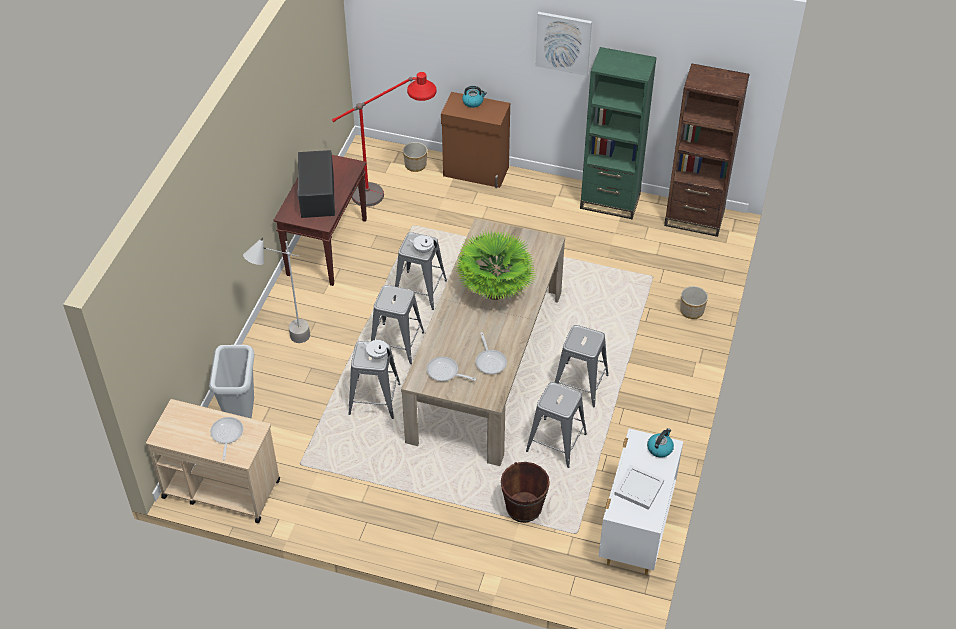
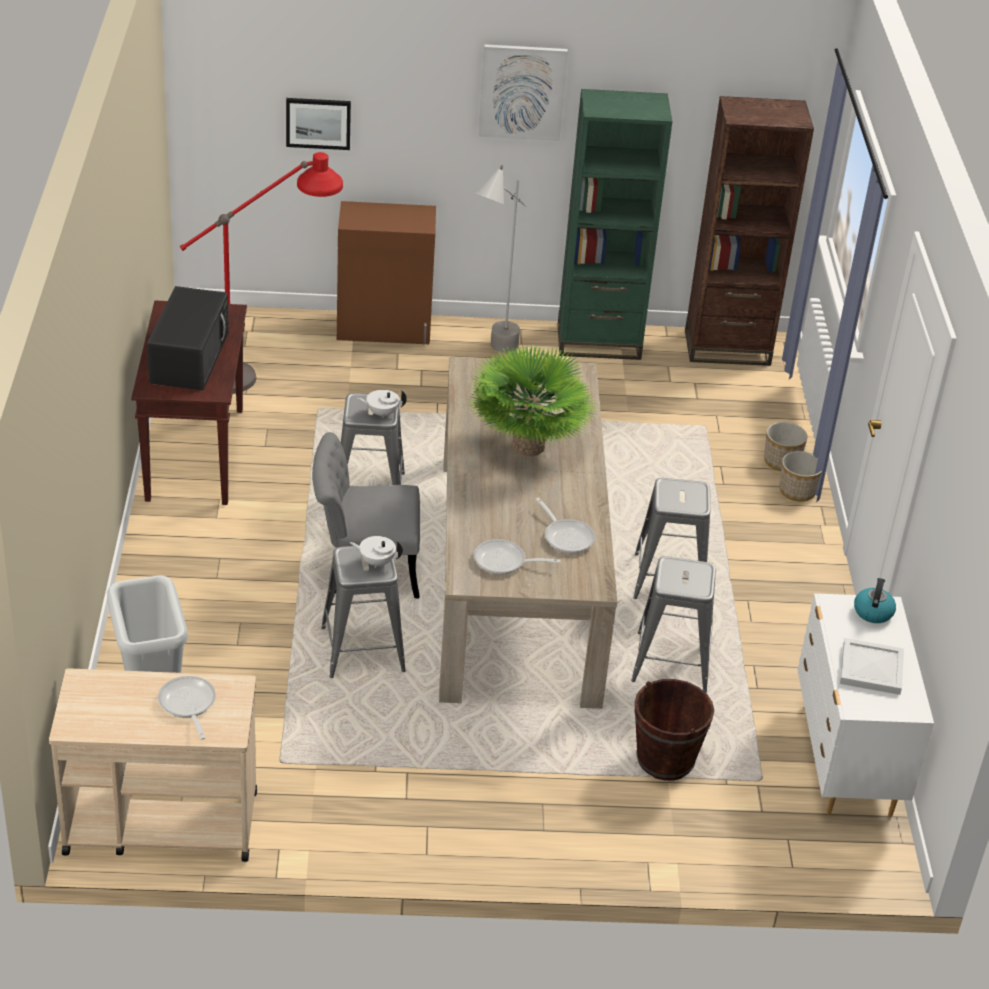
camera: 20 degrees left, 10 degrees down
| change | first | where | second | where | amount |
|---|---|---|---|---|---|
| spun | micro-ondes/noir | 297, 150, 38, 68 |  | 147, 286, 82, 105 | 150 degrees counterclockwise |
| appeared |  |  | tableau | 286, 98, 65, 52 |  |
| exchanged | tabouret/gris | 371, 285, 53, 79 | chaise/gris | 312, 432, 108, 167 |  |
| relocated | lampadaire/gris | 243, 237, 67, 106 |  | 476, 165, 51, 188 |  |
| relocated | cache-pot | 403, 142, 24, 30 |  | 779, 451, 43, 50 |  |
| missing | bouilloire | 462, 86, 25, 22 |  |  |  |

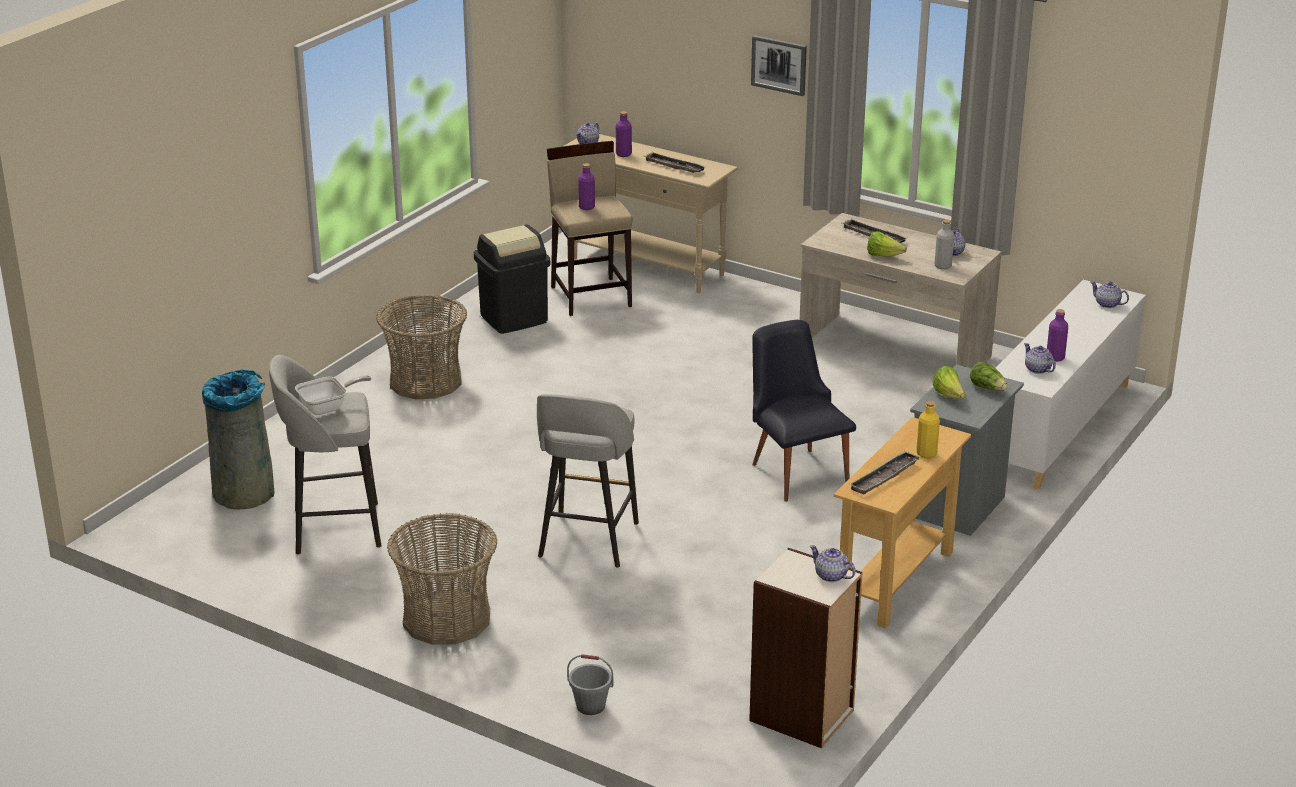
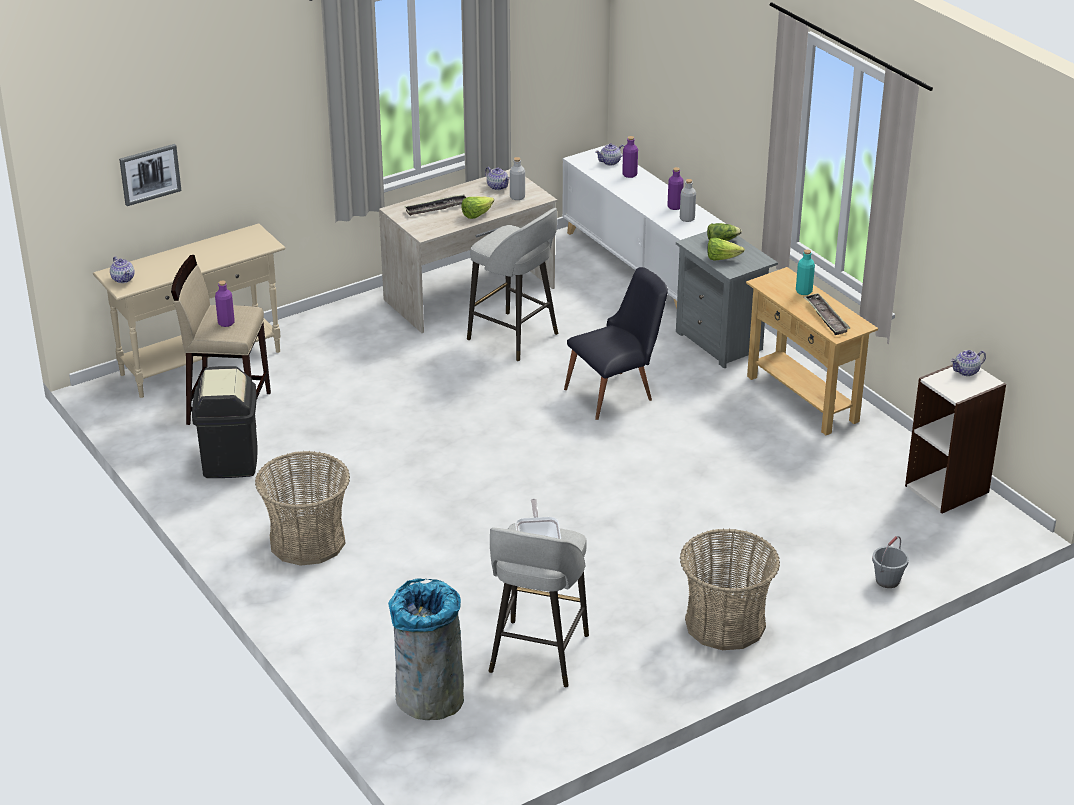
camera: 65 degrees left, 5 degrees up
| change | first | where | second | where | amount |
|---|---|---|---|---|---|
| relocated | tableau | 751, 35, 56, 61 |  | 119, 144, 62, 62 |  |
| relocated | tabouret/gris | 537, 394, 102, 174 |  | 467, 208, 91, 153 |  |
| spun | chaise/noir | 752, 320, 104, 182 |  | 564, 267, 104, 153 | 150 degrees clockwise |
| relocated | bouteille/violet | 616, 111, 16, 46 |  | 622, 136, 16, 42 |  |
| exchanged | théière | 1024, 343, 32, 31 | bouteille/gris | 680, 179, 16, 43 |  |
| colour | bouteille/jaune | 916, 401, 24, 57 | bouteille/turquoise | 796, 249, 19, 46 |  |
| missing | plateau | 645, 152, 61, 21 |  |  |  |

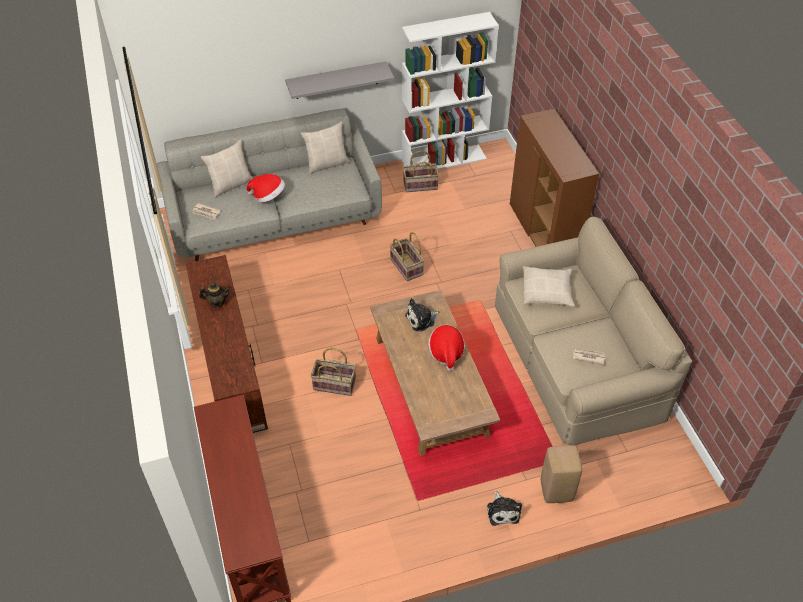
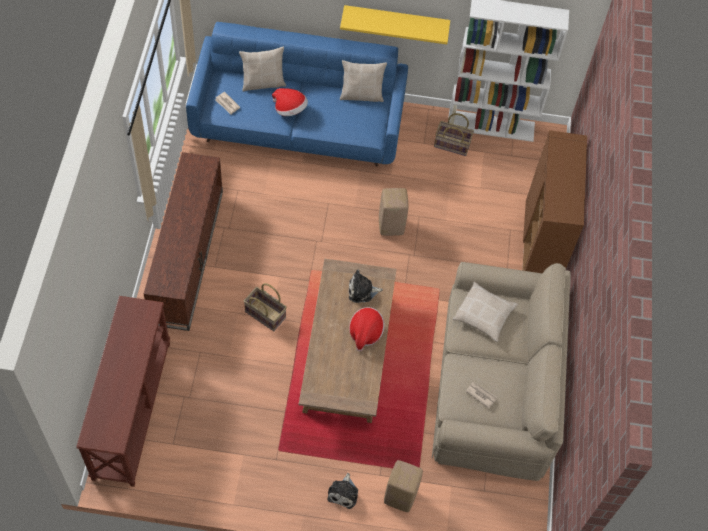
camera: 20 degrees right, 10 degrees up
| change | first | where | second | where | amount |
|---|---|---|---|---|---|
| colour | canapé/gris | 157, 108, 225, 153 | canapé/bleu | 186, 22, 222, 145 |  |
| colour | étagère/gris | 285, 61, 109, 38 | étagère/jaune | 340, 5, 110, 39 |  |
| exchanged | panier | 390, 232, 34, 49 | tabouret/beige | 379, 188, 29, 48 |  |
| missing | théière | 199, 282, 31, 26 |  |  |  |

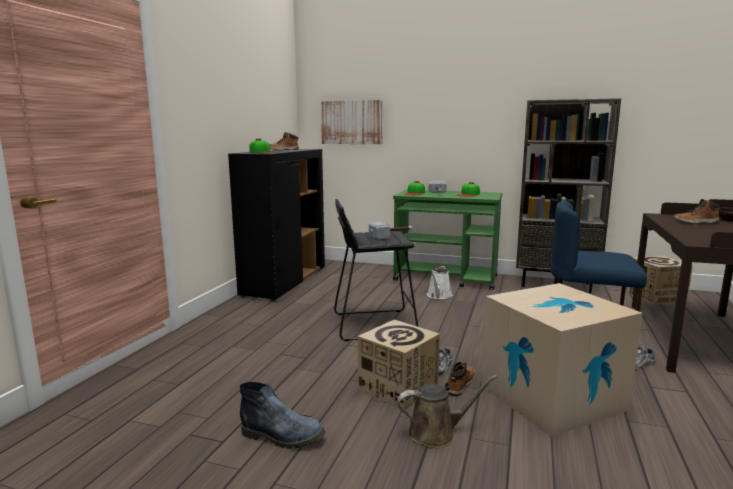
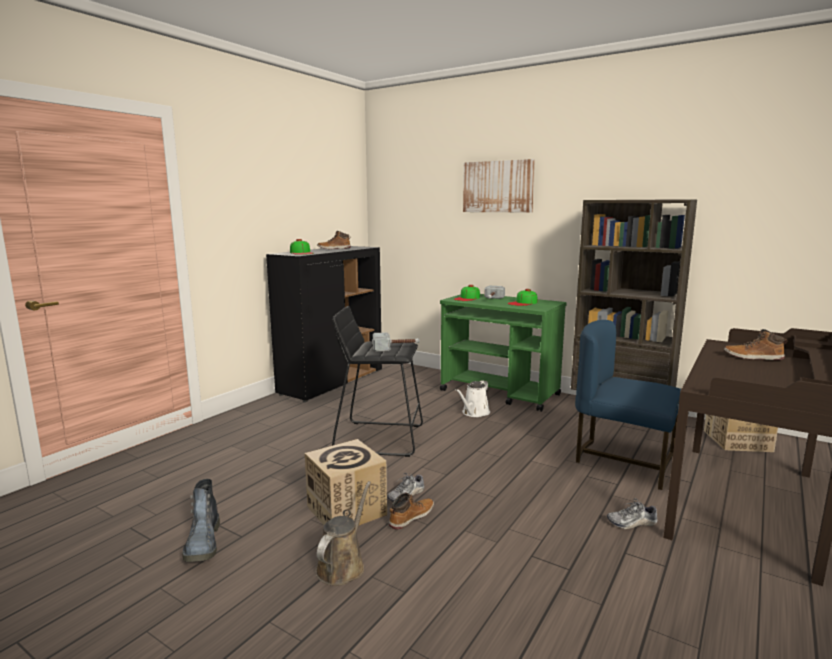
camera: 15 degrees right, 0 degrees up
| change | first | where | second | where | amount |
|---|---|---|---|---|---|
| spun | botte | 240, 382, 85, 67 |  | 182, 479, 38, 83 | 45 degrees clockwise |
| spun | arrosoir/marron | 397, 375, 100, 73 |  | 315, 481, 56, 105 | 75 degrees counterclockwise |
| relocated | tableau | 321, 100, 61, 44 |  | 463, 159, 72, 54 |  |
| missing | carton | 481, 283, 161, 154 |  |  |  |

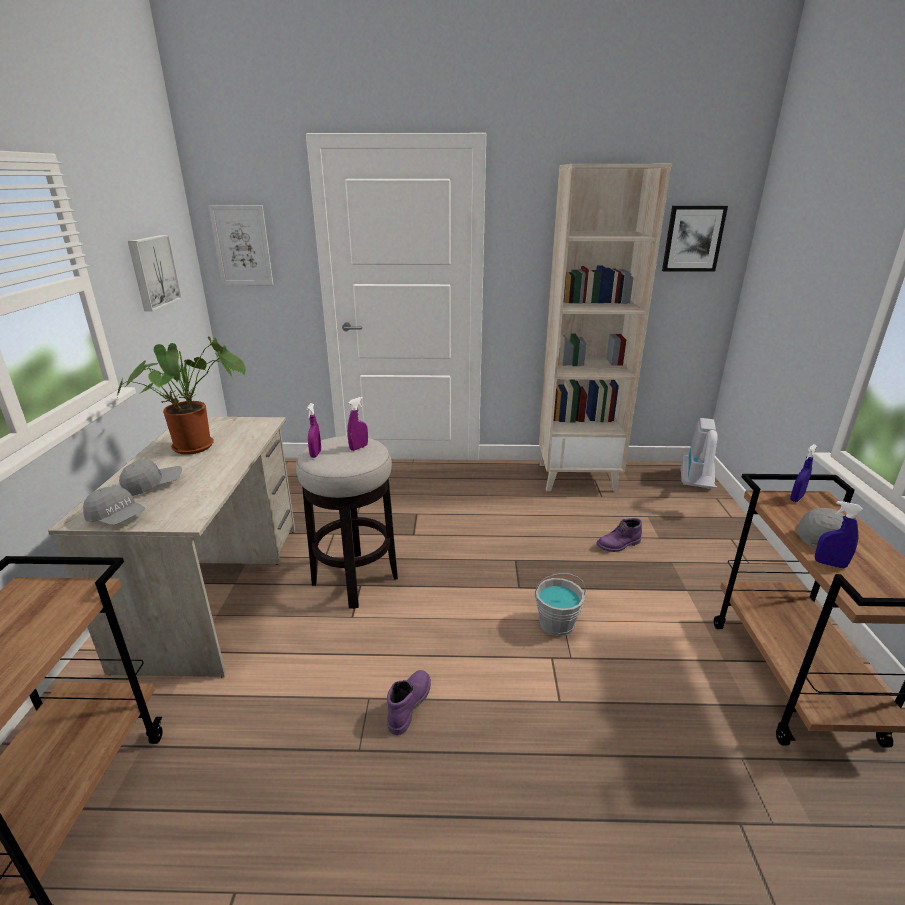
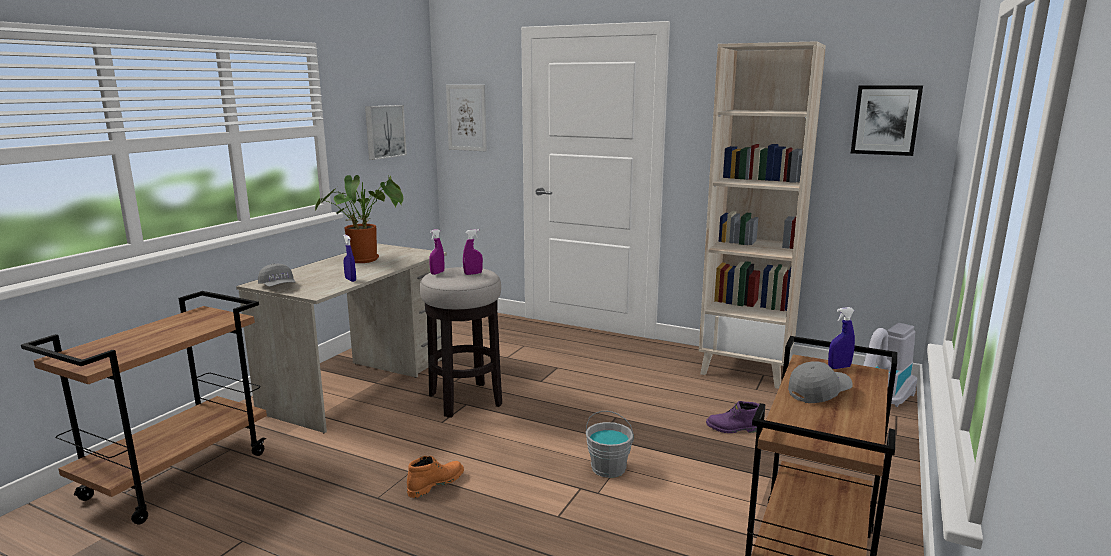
camera: 25 degrees right, 10 degrees down
| change | first | where | second | where | amount |
|---|---|---|---|---|---|
| relocated | vaporisateur/bleu | 815, 501, 48, 68 |  | 343, 234, 13, 48 |  |
| colour | botte/violet | 387, 670, 44, 65 | botte/orange | 407, 456, 57, 42 |  |
| missing | casquette/gris | 119, 459, 63, 37 |  |  |  |

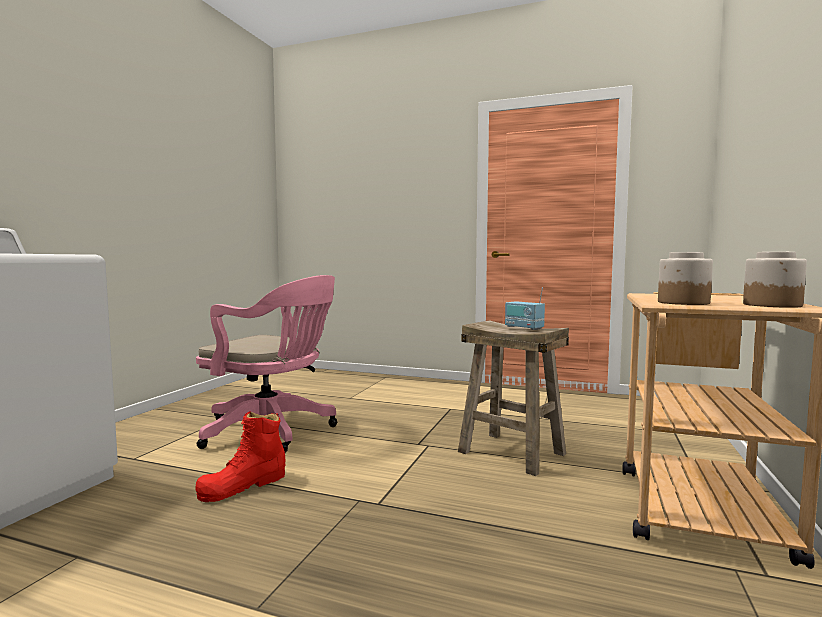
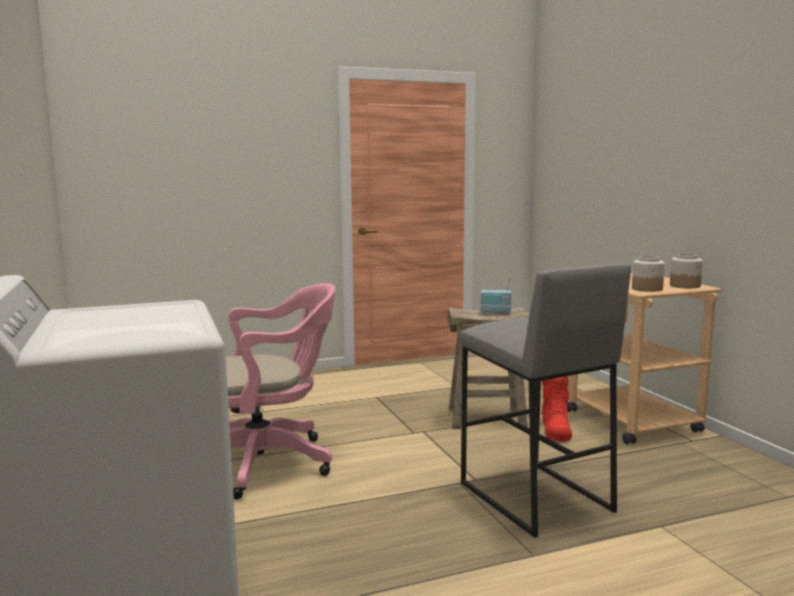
camera: 40 degrees left, 5 degrees up
| change | first | where | second | where | amount |
|---|---|---|---|---|---|
| appeared |  |  | tabouret/gris | 459, 263, 172, 275 |  |
| relocated | botte/rouge | 196, 411, 90, 91 |  | 542, 376, 30, 66 |  |

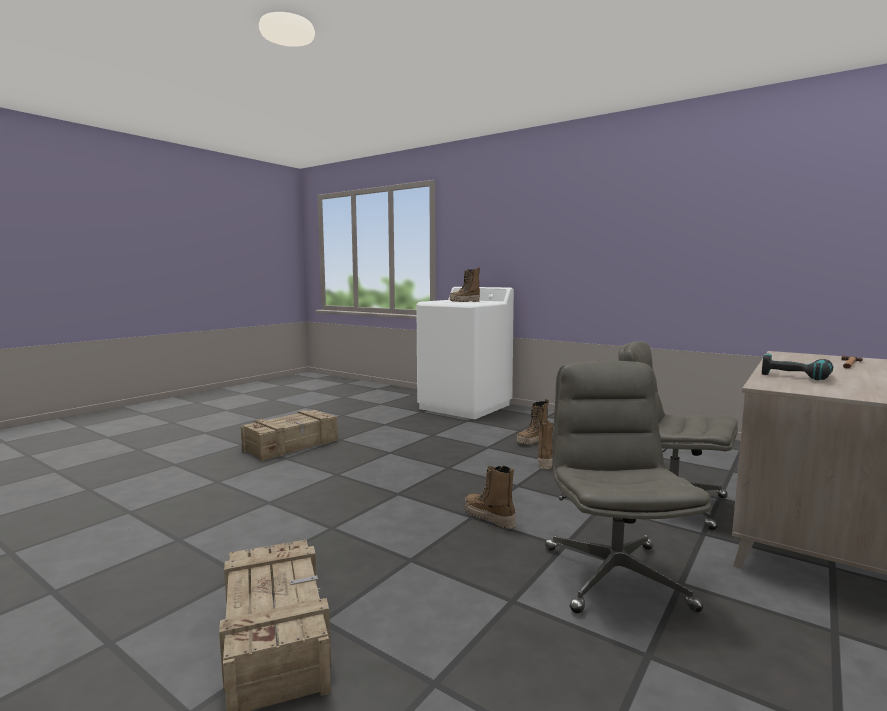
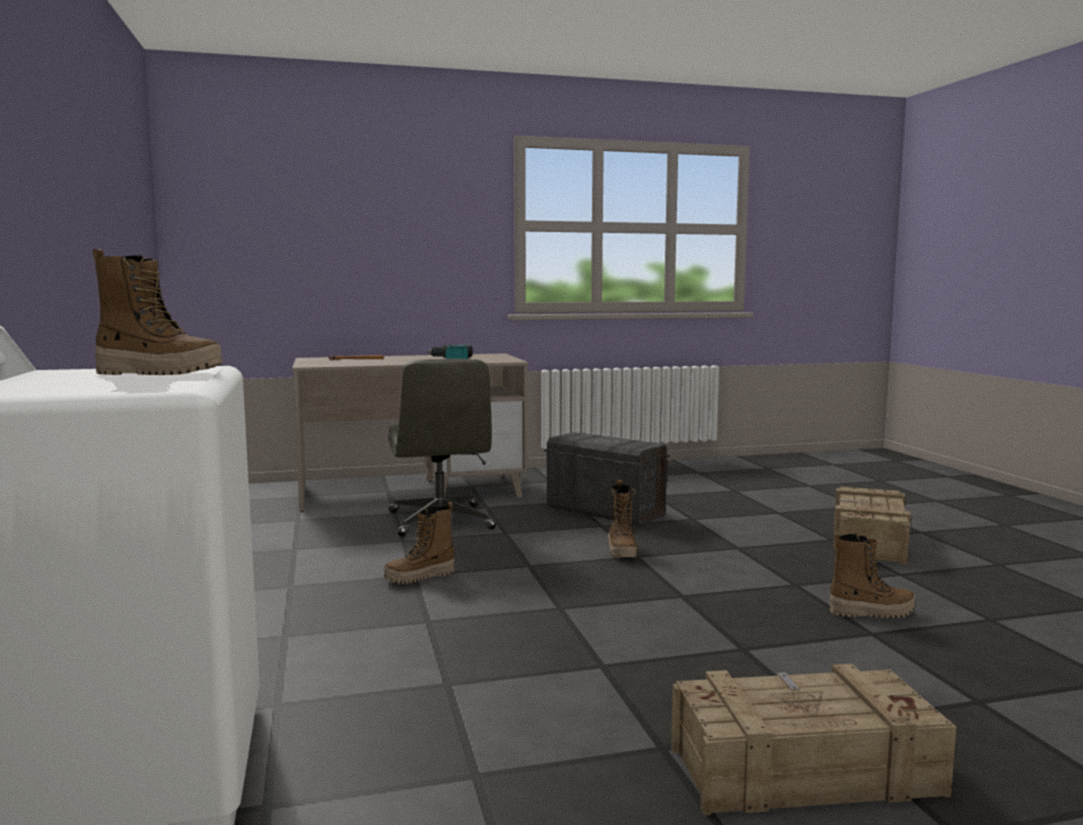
camera: 140 degrees left, 0 degrees up
| change | first | where | second | where | amount |
|---|---|---|---|---|---|
| exchanged | chaise de bureau/gris | 545, 361, 167, 252 | boîte de rangement/gris | 544, 432, 126, 94 |  |
| relocated | botte | 517, 399, 32, 46 |  | 830, 533, 85, 85 |  |

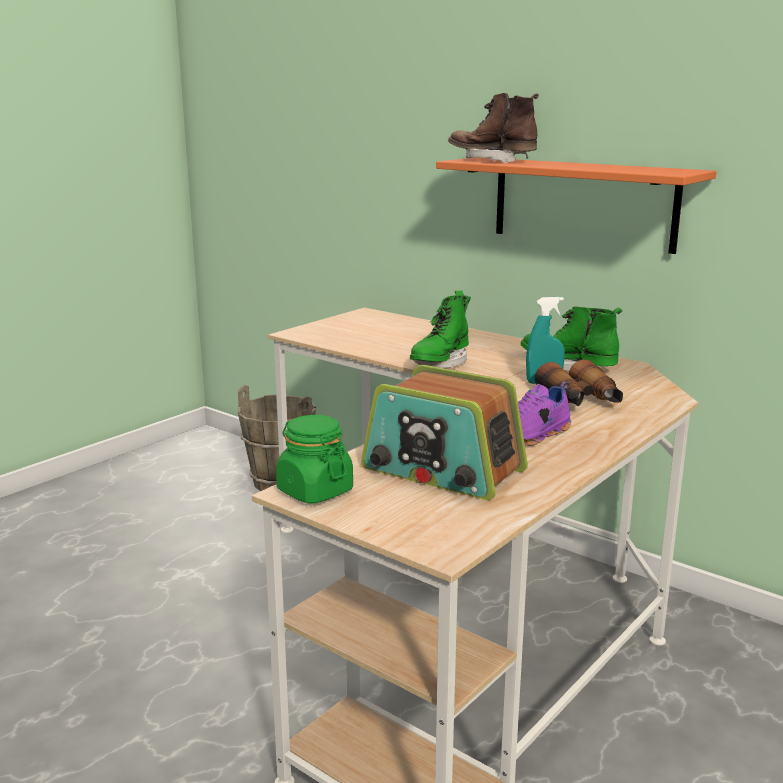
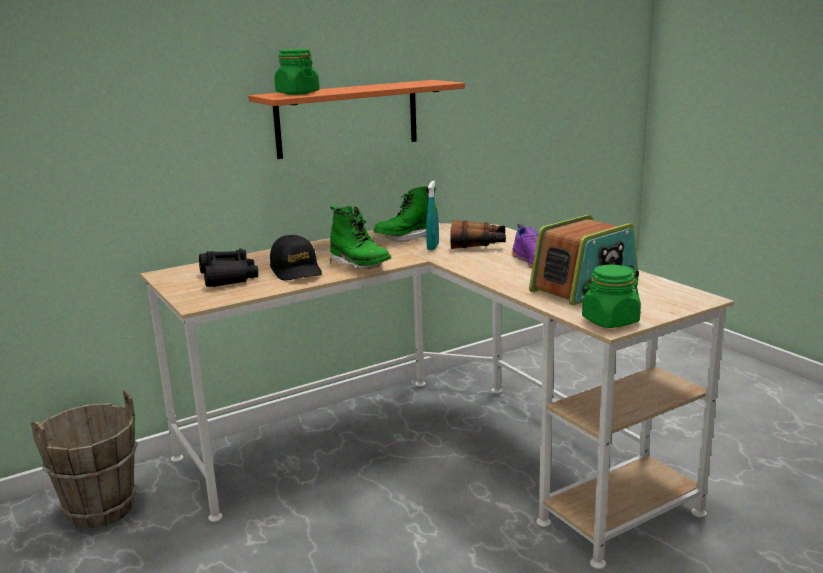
camera: 70 degrees left, 0 degrees up
| change | first | where | second | where | amount |
|---|---|---|---|---|---|
| appeared |  |  | jumelles/noir | 199, 248, 59, 39 |  |
| appeared |  |  | casquette/noir | 270, 235, 52, 45 |  |
| exchanged | botte/marron | 448, 93, 91, 70 | bocal/vert | 274, 49, 46, 46 |  |

